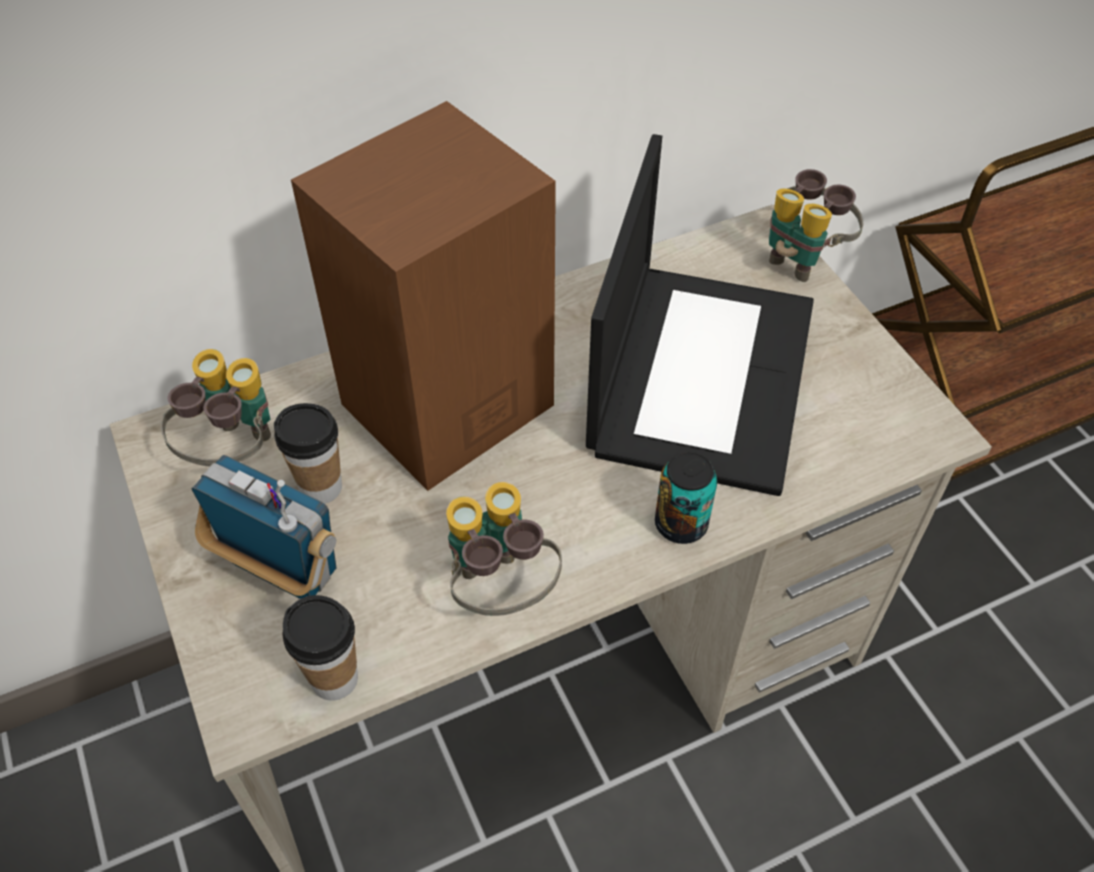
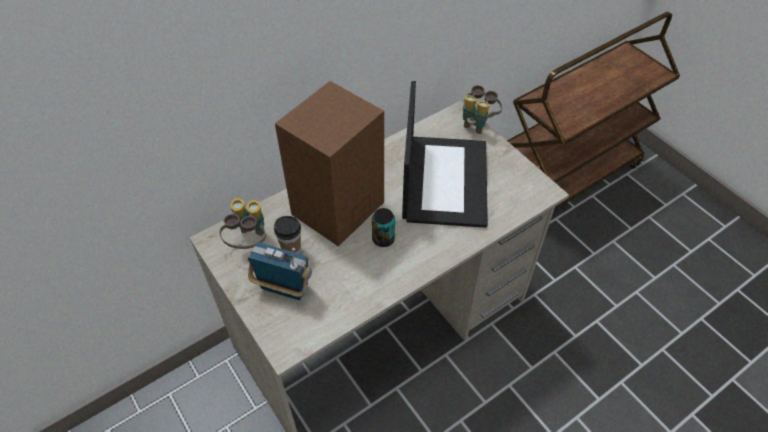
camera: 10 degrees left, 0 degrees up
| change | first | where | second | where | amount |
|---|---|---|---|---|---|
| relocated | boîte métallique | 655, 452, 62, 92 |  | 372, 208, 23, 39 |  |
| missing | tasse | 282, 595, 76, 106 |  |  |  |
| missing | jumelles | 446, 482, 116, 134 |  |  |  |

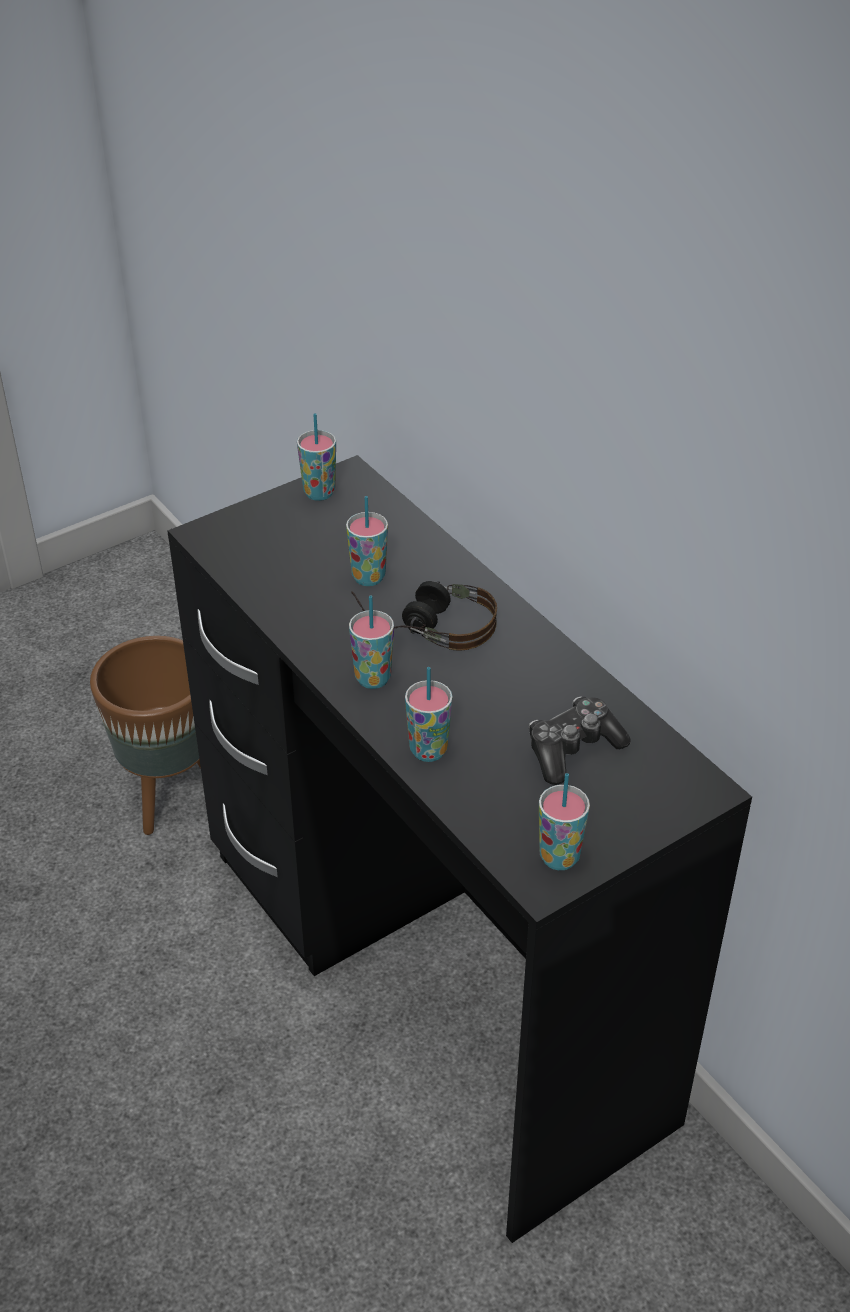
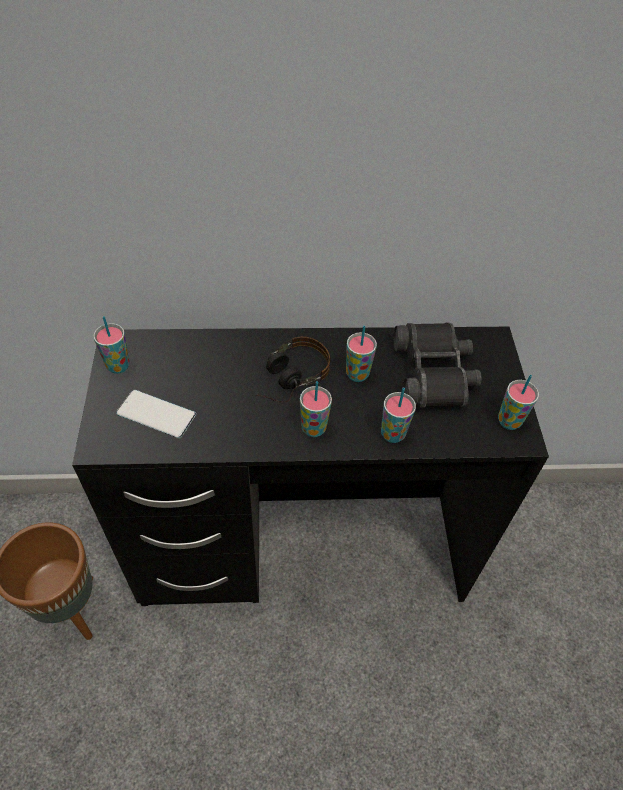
camera: 60 degrees left, 10 degrees up
| change | first | where | second | where | amount |
|---|---|---|---|---|---|
| appeared |  |  | téléphone | 116, 390, 80, 49 |  |
| relocated | tasse | 346, 496, 42, 90 |  | 346, 326, 31, 56 |  |
| exchanged | manette | 529, 697, 101, 88 | jumelles/noir | 394, 323, 87, 85 |  |

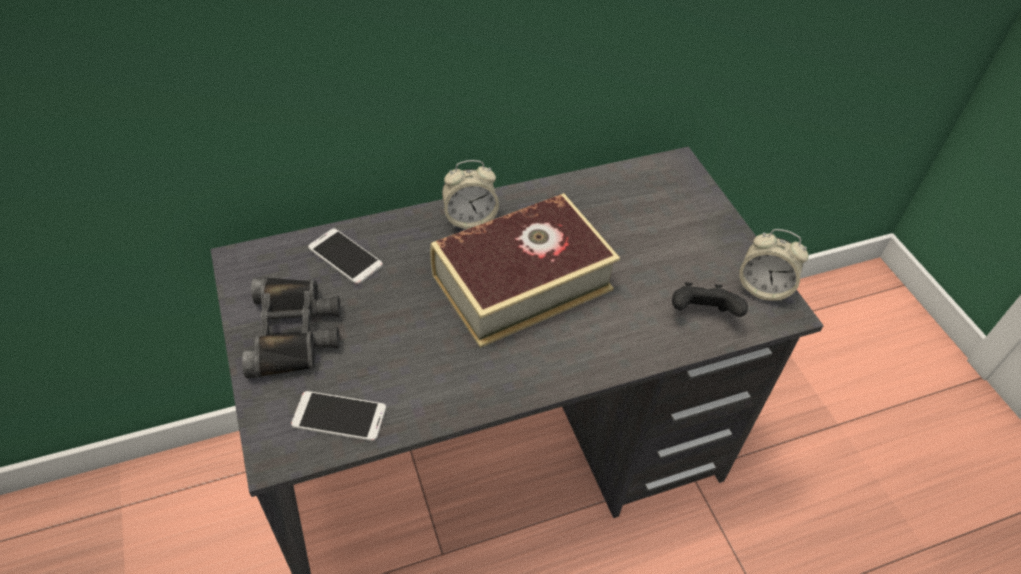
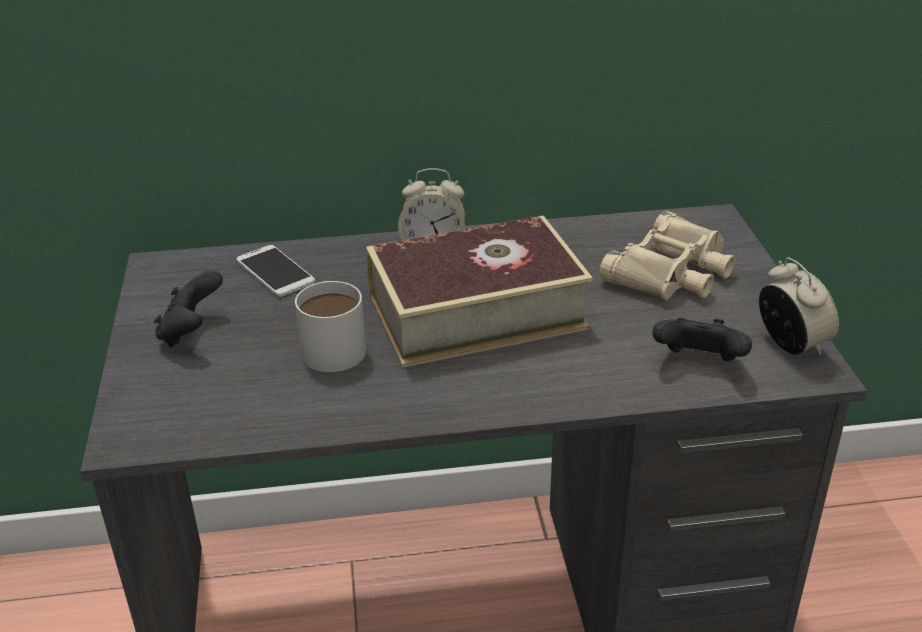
camera: 15 degrees right, 15 degrees down
| change | first | where | second | where | amount |
|---|---|---|---|---|---|
| exchanged | jumelles/noir | 242, 277, 99, 102 | manette/noir | 154, 270, 69, 77 |  |
| appeared |  |  | mug/blanc | 295, 281, 71, 91 |  |
| appeared |  |  | jumelles/beige | 599, 211, 136, 89 |  |
| spun | réveil | 739, 229, 70, 73 |  | 759, 257, 80, 98 | 150 degrees counterclockwise |
| missing | téléphone | 291, 391, 95, 50 |  |  |  |

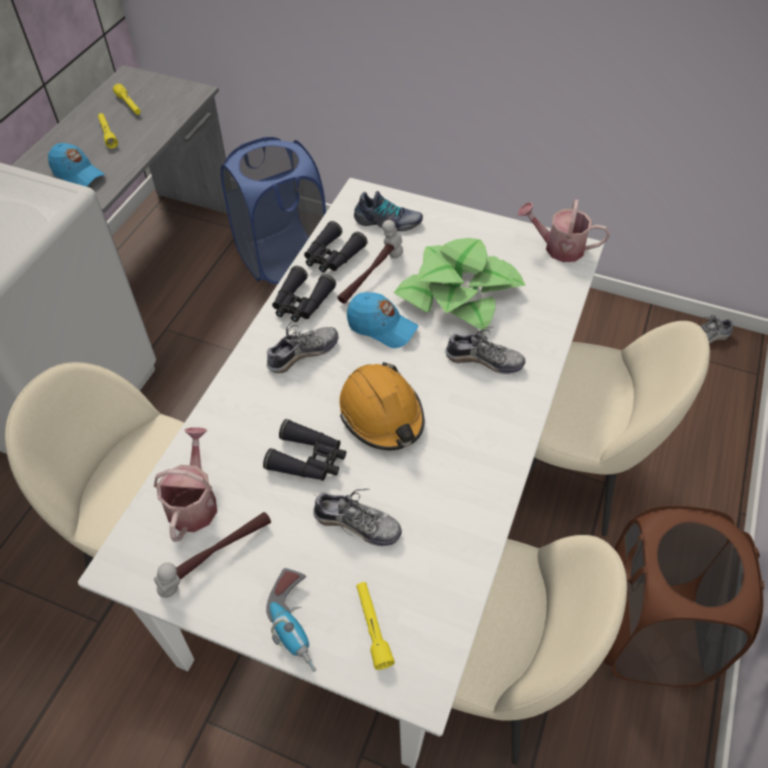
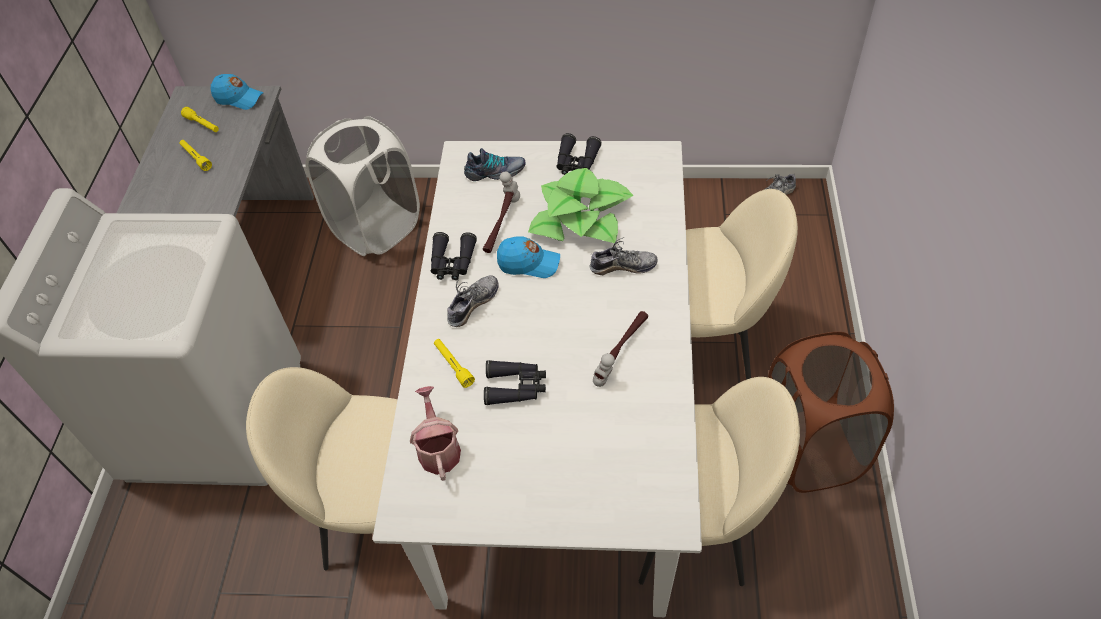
camera: 15 degrees left, 0 degrees up
| change | first | where | second | where | amount |
|---|---|---|---|---|---|
| relocated | casquette/bleu | 48, 143, 57, 44 |  | 211, 74, 53, 36 |  |
| colour | panier à linge/bleu | 221, 137, 105, 147 | panier à linge/blanc | 305, 116, 115, 140 |  |
| relocated | lampe de poche/jaune | 356, 582, 39, 88 |  | 434, 339, 41, 49 |  |
| relocated | jumelles/noir | 304, 221, 63, 52 |  | 557, 133, 44, 42 |  |
| relocated | marteau | 154, 512, 117, 86 |  | 593, 311, 55, 76 |  |
| missing | perceuse | 266, 568, 51, 104 |  |  |  |
| missing | chaussure | 313, 489, 89, 57 |  |  |  |
| missing | casque de chantier/orange | 339, 362, 85, 88 |  |  |  |
| missing | arrosoir | 517, 199, 93, 63 |  |  |  |

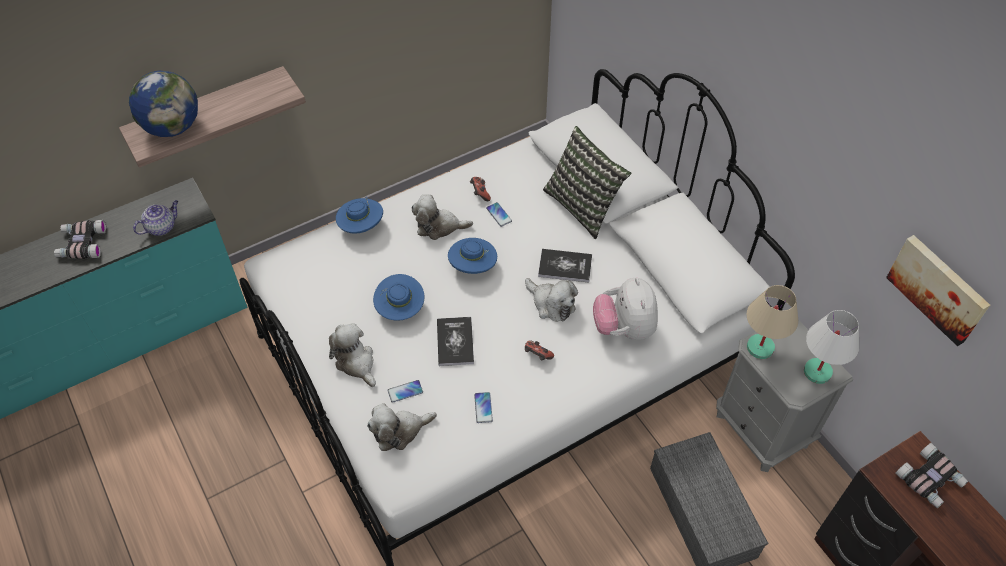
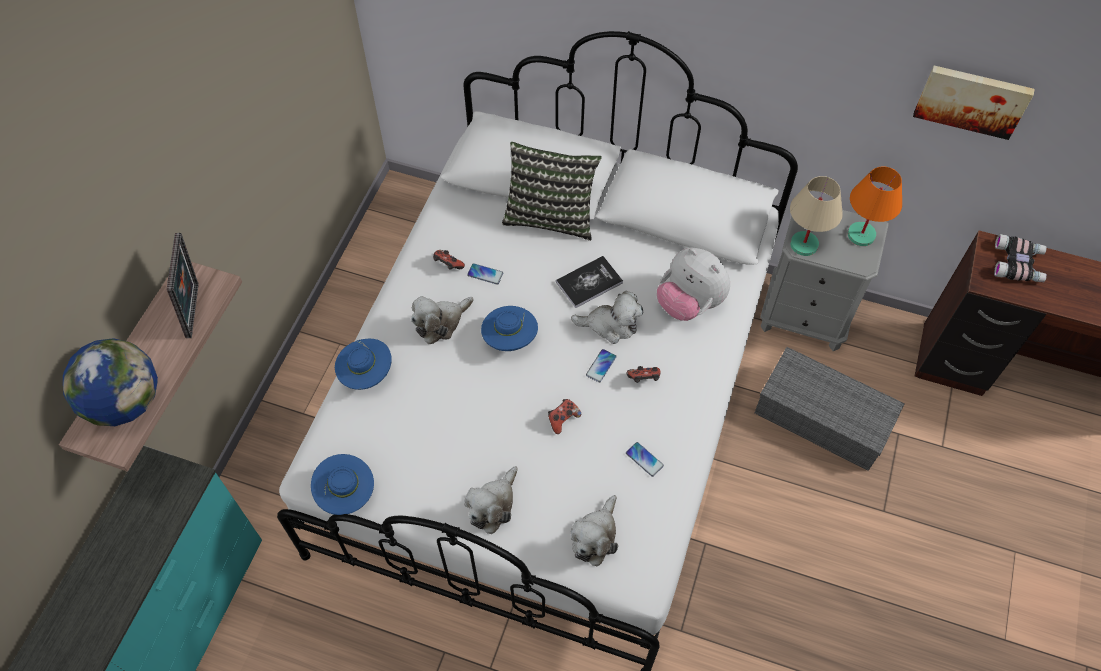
camera: 40 degrees left, 5 degrees up
| change | first | where | second | where | amount |
|---|---|---|---|---|---|
| appeared |  |  | cadre photo | 167, 233, 32, 105 |  |
| relocated | chapeau/bleu | 373, 274, 51, 47 |  | 311, 454, 63, 61 |  |
| spun | peluche | 329, 323, 47, 64 |  | 464, 466, 54, 68 | 75 degrees counterclockwise |
| exchanged | livre | 437, 317, 37, 49 | manette | 548, 399, 33, 35 |  |
| relocated | téléphone | 387, 380, 36, 23 |  | 586, 349, 30, 33 |  |
| colour | lampe de table/blanc | 804, 310, 55, 74 | lampe de table/orange | 848, 166, 54, 80 |  |
| missing | jumelles | 54, 220, 52, 39 |  |  |  |
| missing | théière | 133, 200, 46, 36 |  |  |  |

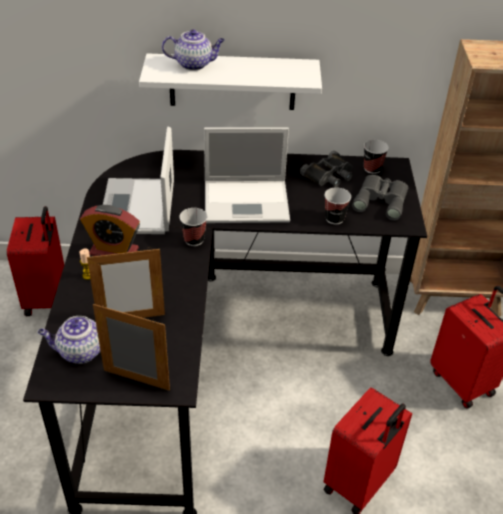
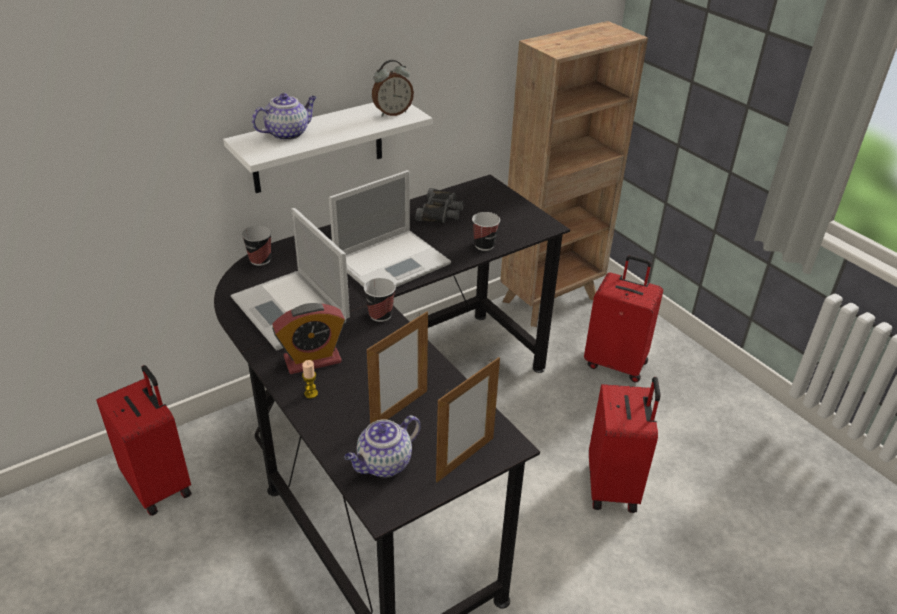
camera: 35 degrees left, 5 degrees down
| change | first | where | second | where | amount |
|---|---|---|---|---|---|
| relocated | tasse | 364, 140, 25, 34 |  | 242, 225, 30, 41 |  |
| appeared |  |  | réveil | 372, 60, 42, 57 |  |
| spun | cadre photo | 93, 304, 77, 87 |  | 436, 357, 64, 125 | 150 degrees clockwise |
| missing | jumelles/gris | 352, 175, 56, 46 |  |  |  |

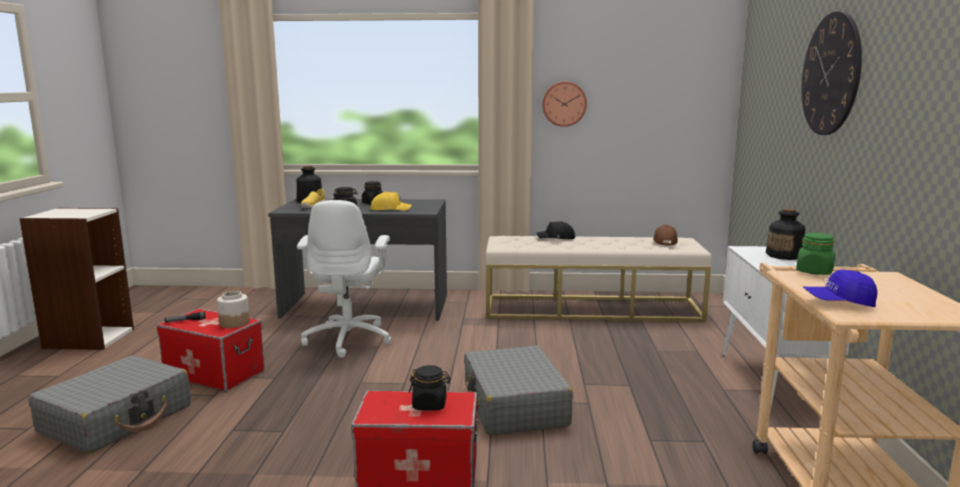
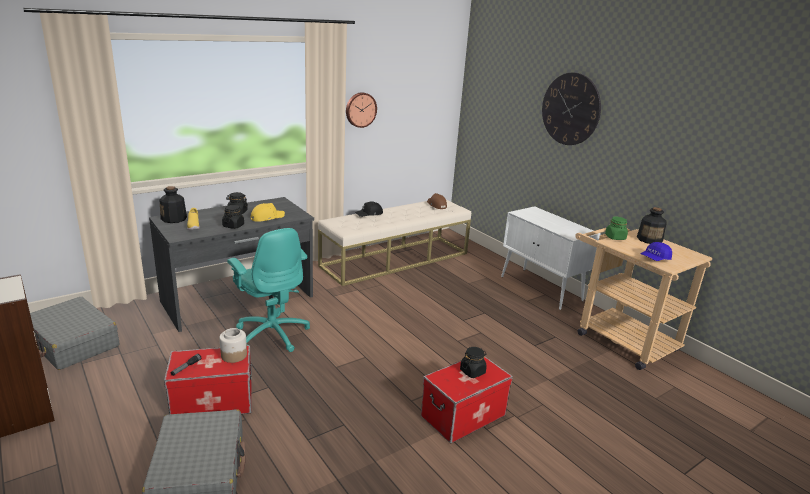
camera: 40 degrees left, 10 degrees up
| change | first | where | second | where | amount |
|---|---|---|---|---|---|
| relocated | valise/gris | 464, 345, 109, 90 |  | 30, 297, 89, 73 |  |
| colour | chaise de bureau/blanc | 297, 200, 95, 158 | chaise de bureau/turquoise | 227, 228, 83, 124 |  |
| relocated | bouteille | 766, 208, 39, 52 |  | 637, 207, 30, 37 |  |

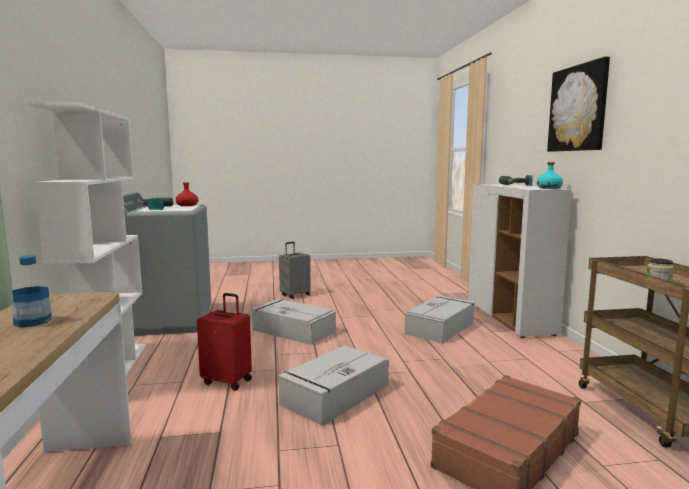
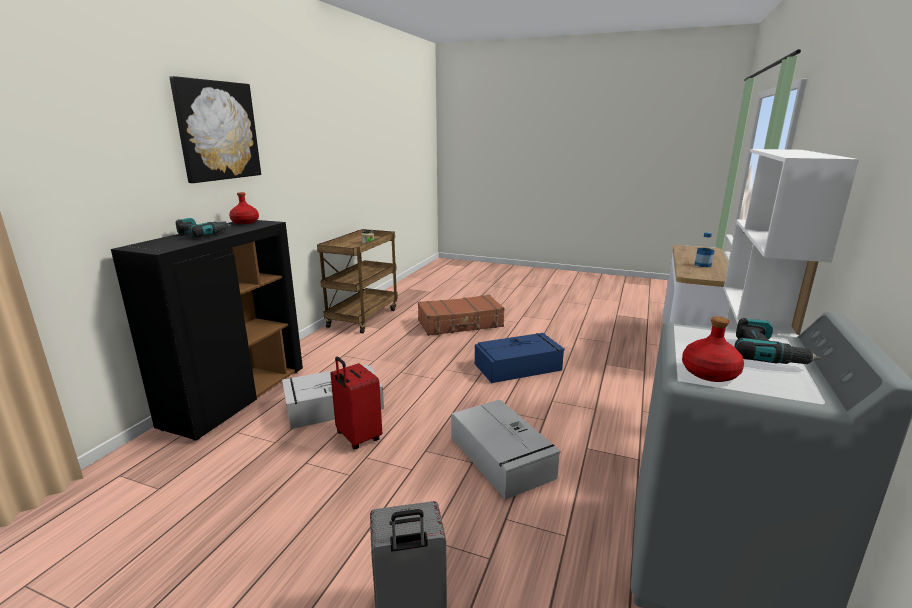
camera: 150 degrees left, 10 degrees up
| change | first | where | second | where | amount |
|---|---|---|---|---|---|
| colour | meuble de rangement/blanc | 468, 184, 104, 154 | meuble de rangement/noir | 111, 220, 192, 221 |  |
| colour | bouteille/turquoise | 537, 162, 26, 27 | bouteille/rouge | 229, 192, 30, 32 |  |
| relocated | valise/rouge | 197, 293, 55, 98 |  | 330, 357, 52, 93 |  |
| colour | boîte de rangement/gris | 278, 345, 111, 81 | boîte de rangement/bleu | 475, 333, 90, 50 |  |

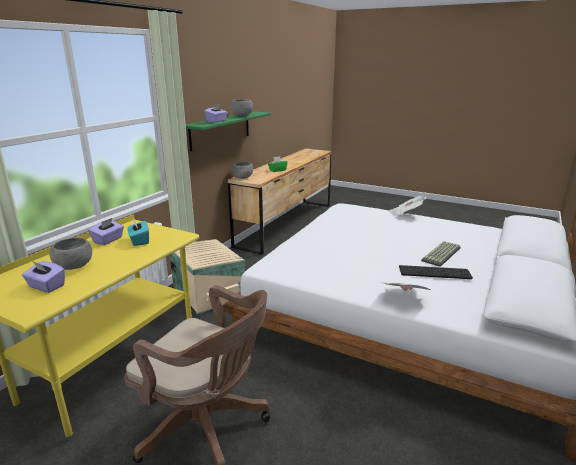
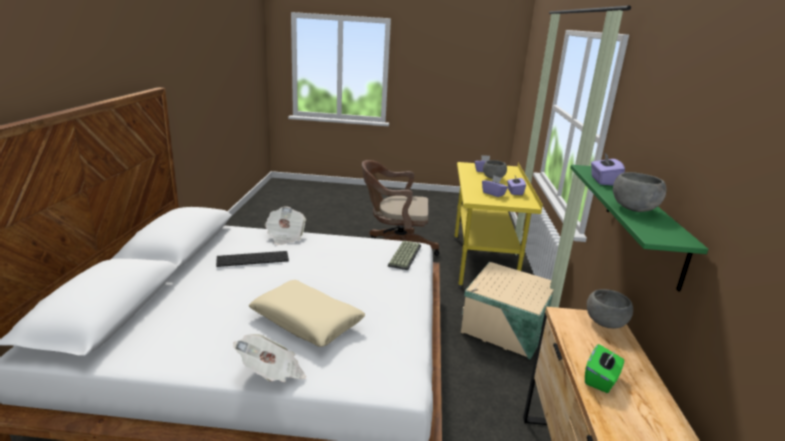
camera: 155 degrees right, 0 degrees up
| change | first | where | second | where | amount |
|---|---|---|---|---|---|
| appeared |  |  | coussin/beige | 249, 280, 116, 67 |  |
| relocated | clavier | 421, 241, 40, 26 |  | 388, 240, 33, 30 |  |
| colour | boîte à mouchoirs/turquoise | 127, 218, 22, 28 | boîte à mouchoirs/violet | 482, 176, 26, 21 |  |

